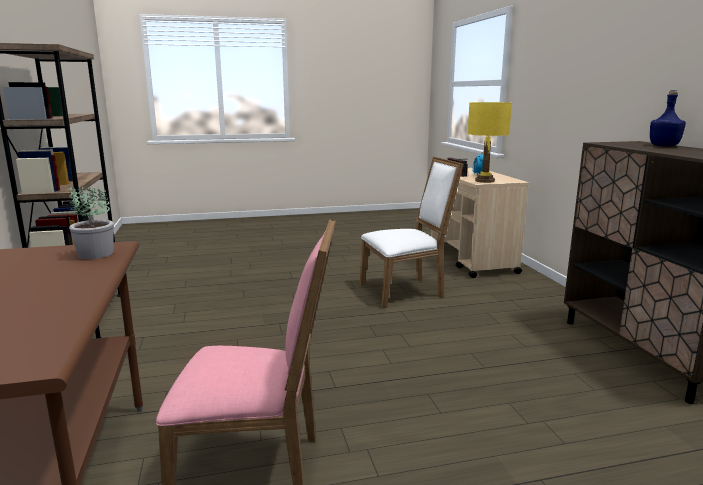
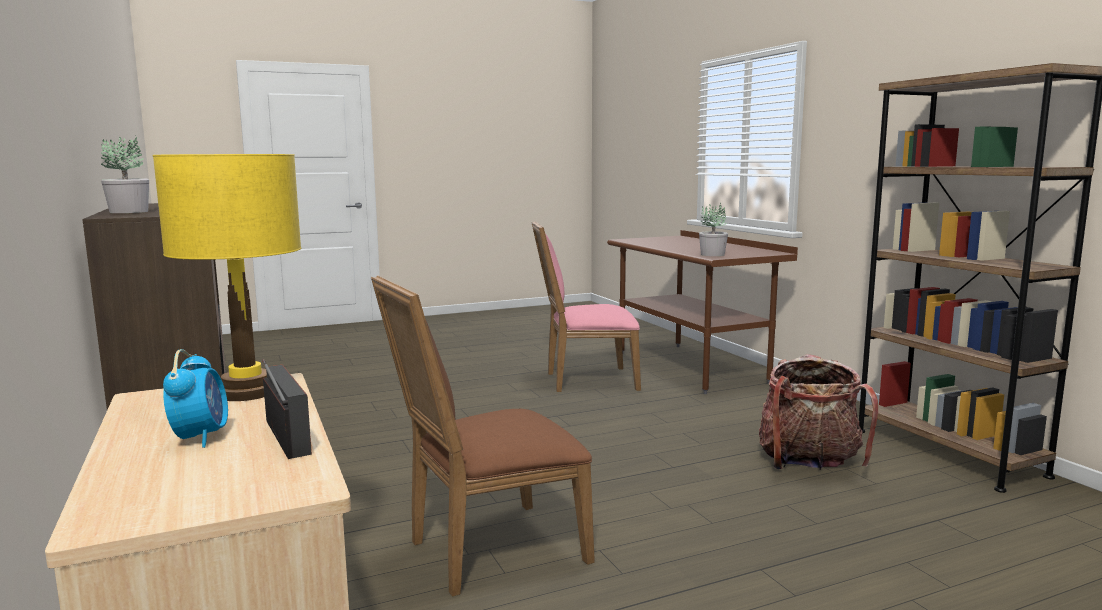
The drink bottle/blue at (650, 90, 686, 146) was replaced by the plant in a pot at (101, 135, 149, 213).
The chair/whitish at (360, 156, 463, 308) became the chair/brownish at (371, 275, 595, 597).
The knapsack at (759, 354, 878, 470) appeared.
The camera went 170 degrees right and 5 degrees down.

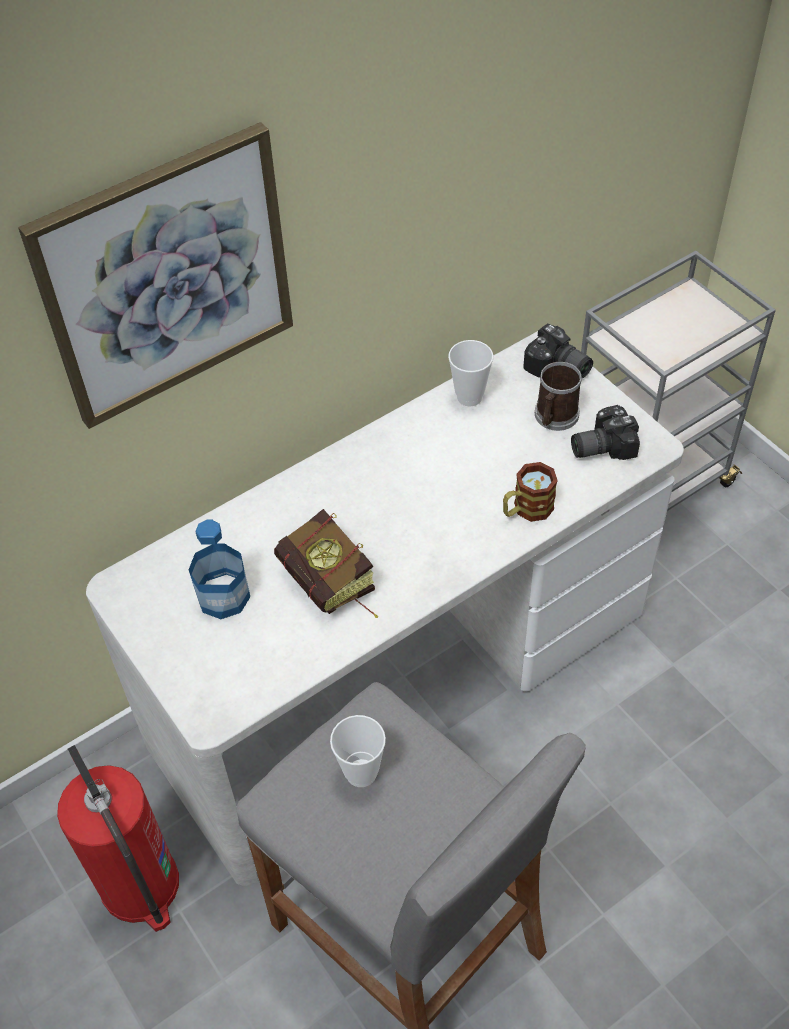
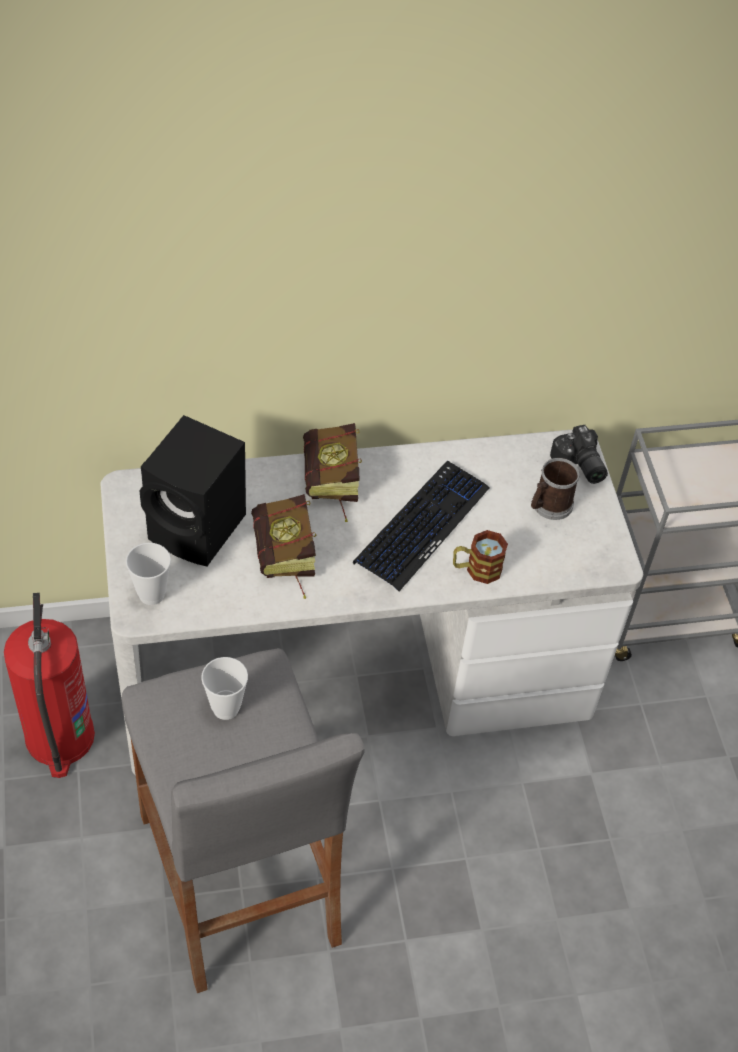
The picture at (18, 122, 293, 429) disappeared.
The small cup moved from (448, 340, 493, 407) to (126, 543, 171, 605).
The photo camera at (571, 405, 640, 460) disappeared.
The drink bottle at (189, 520, 250, 619) was replaced by the speaker/blackish at (139, 415, 246, 567).
The volume at (303, 423, 362, 522) appeared.
The keyboard at (353, 461, 490, 591) appeared.
The camera went 20 degrees right and 0 degrees up.

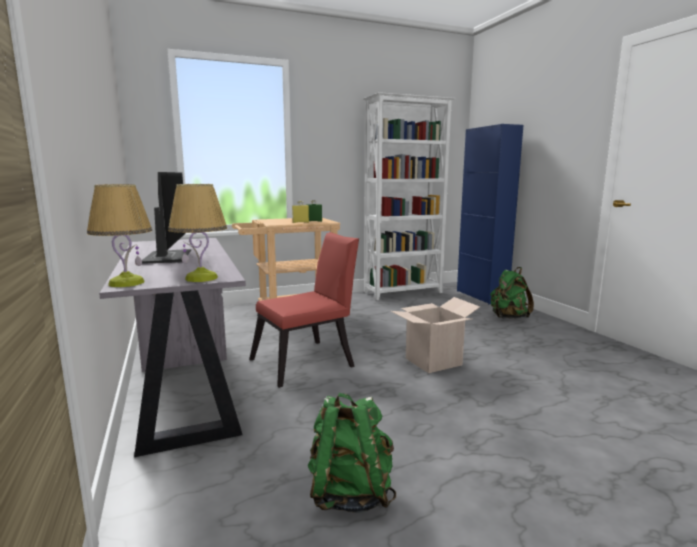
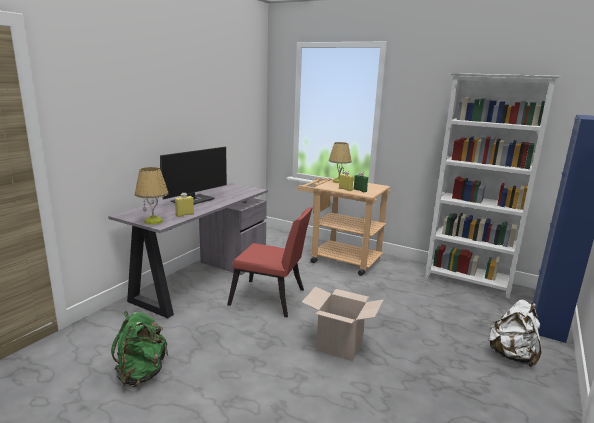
The lamp for a table moved from (87, 184, 153, 287) to (329, 142, 352, 183).
The knapsack/green at (490, 267, 534, 319) became the knapsack/whitish at (487, 299, 541, 367).
The drink bottle/yellow at (175, 193, 194, 217) appeared.
The camera went 50 degrees right and 5 degrees up.

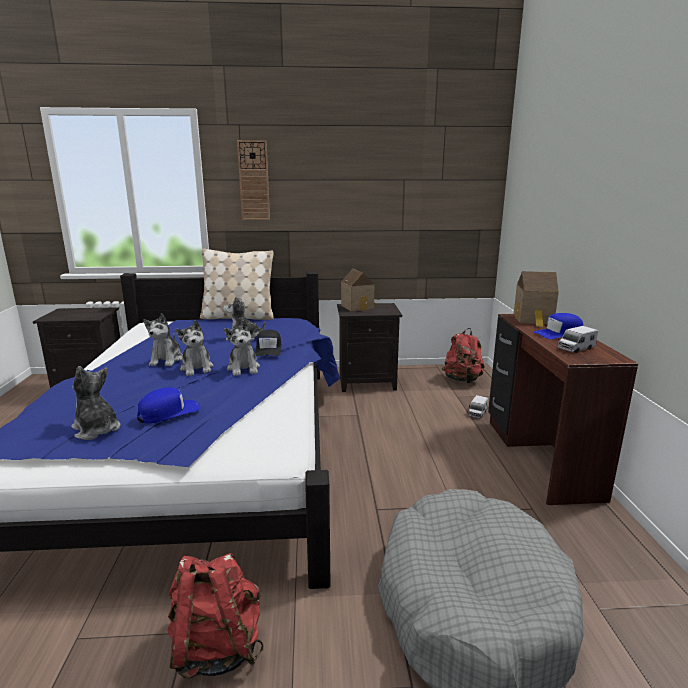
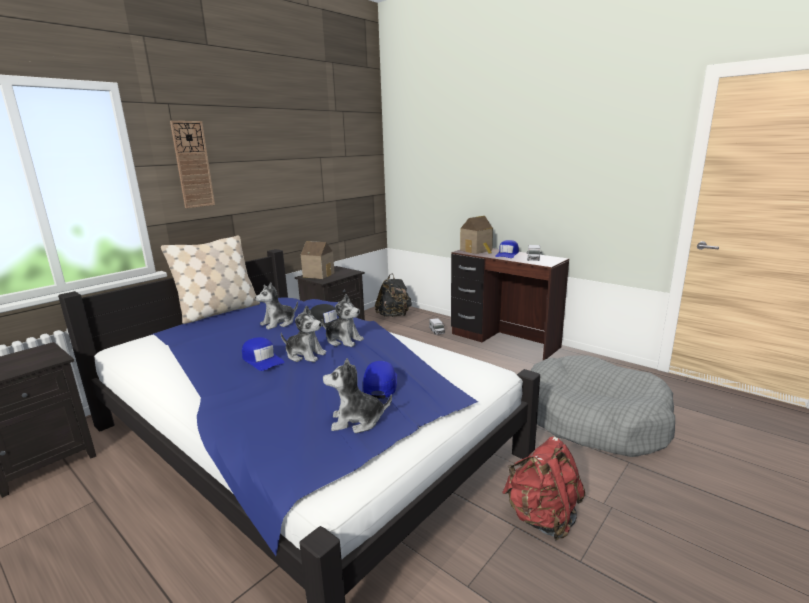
The soft toy at (144, 313, 183, 366) was replaced by the peaked cap/blue at (242, 337, 285, 371).
The knapsack/red-coloured at (442, 328, 485, 383) became the knapsack/blackish at (375, 274, 412, 317).
The camera went 45 degrees left and 0 degrees up.

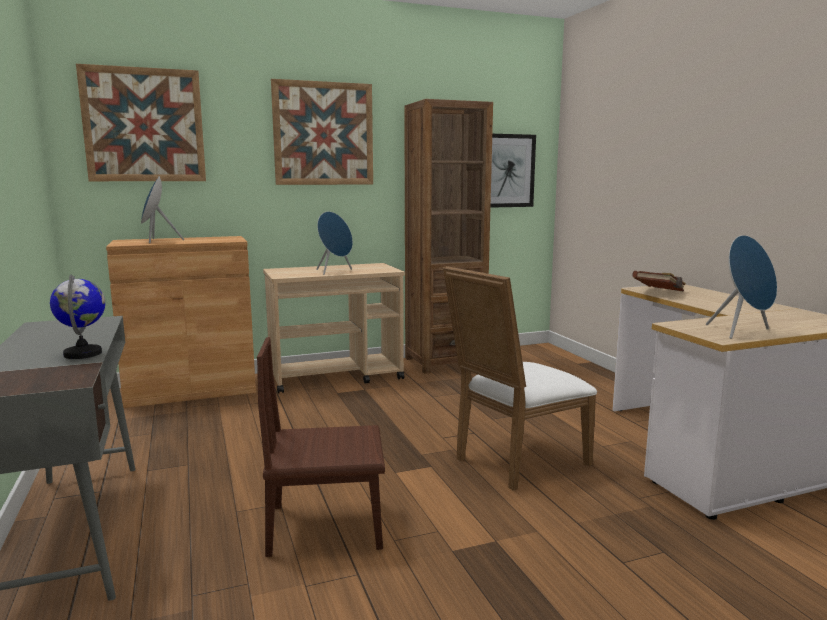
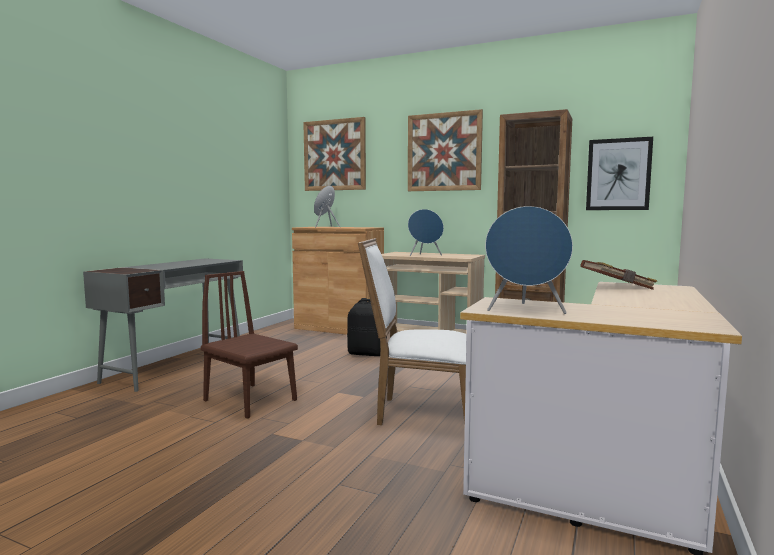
The globe at (50, 274, 105, 359) disappeared.
The knapsack/blackish at (347, 298, 387, 356) appeared.
The camera went 45 degrees right and 5 degrees down.

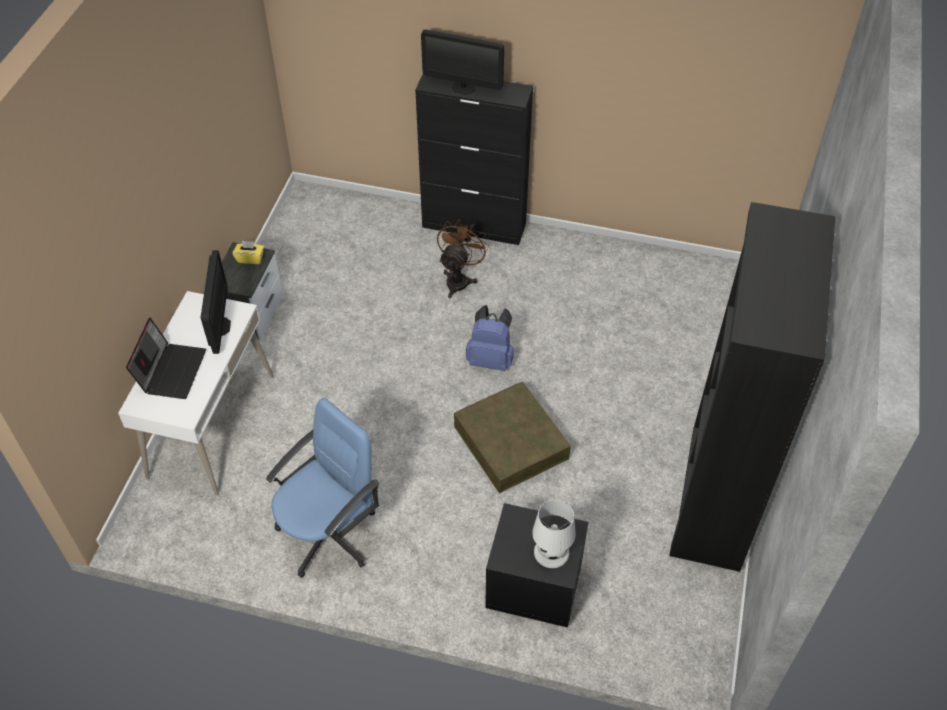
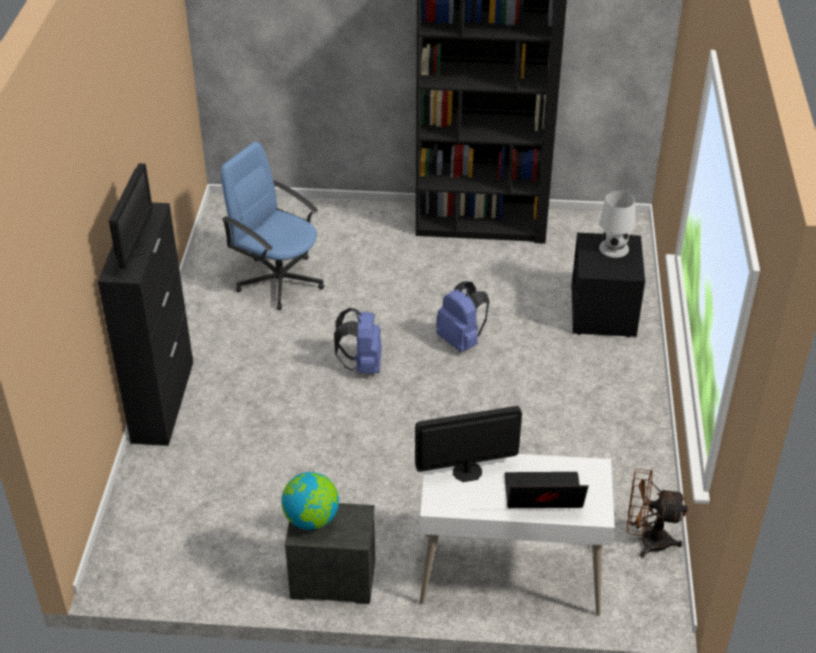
The fan/brownish moved from (437, 219, 489, 298) to (627, 469, 688, 558).
The tissue box/yellow at (233, 241, 264, 264) was replaced by the globe at (282, 472, 339, 530).
The storage container/brownish at (454, 382, 571, 493) was replaced by the knapsack/blue at (436, 281, 490, 352).
The desk chair/blue moved from (266, 398, 379, 578) to (221, 142, 324, 310).
The camera went 100 degrees left and 10 degrees down.

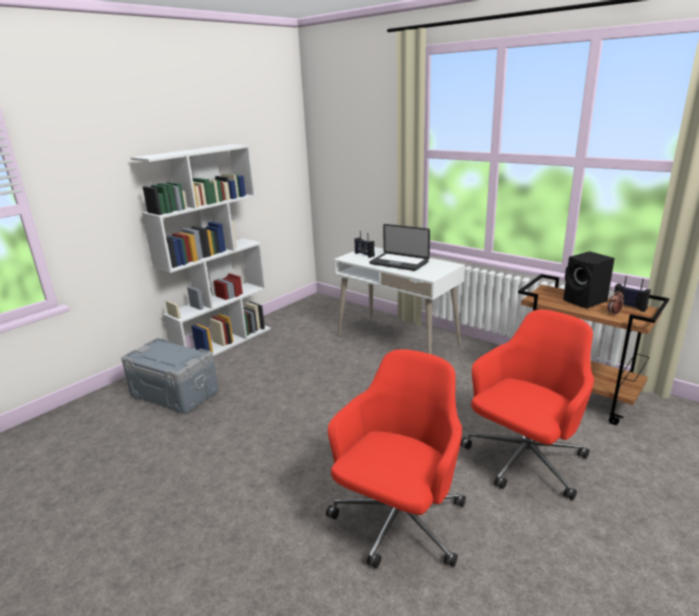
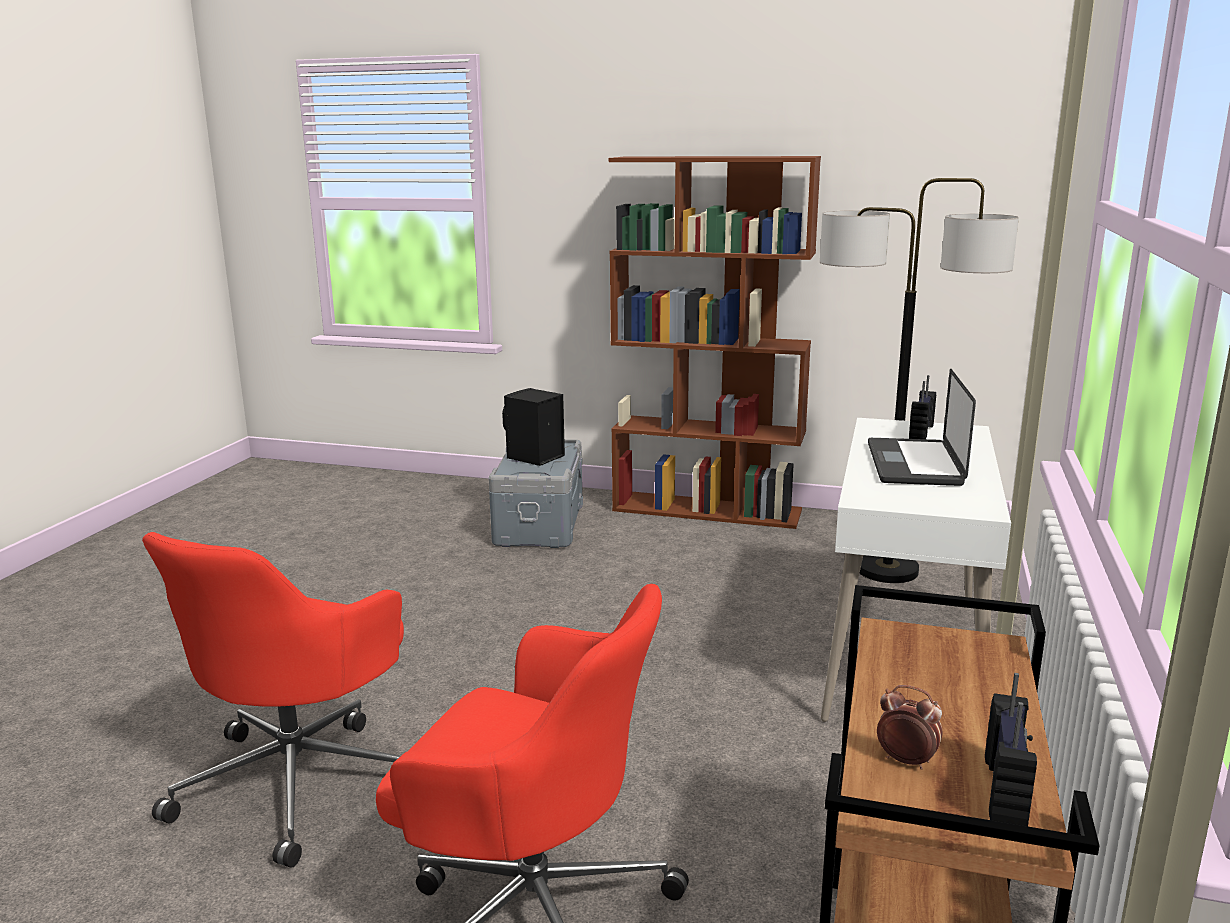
The bookcase/whitish at (131, 144, 271, 356) became the bookcase/brownish at (609, 156, 821, 529).
The speaker/blackish moved from (563, 251, 615, 308) to (502, 388, 565, 466).
The desk chair/red-coloured at (326, 349, 466, 568) turned 105 degrees clockwise.
The standard lamp at (820, 178, 1019, 583) appeared.
The camera went 65 degrees right and 5 degrees down.

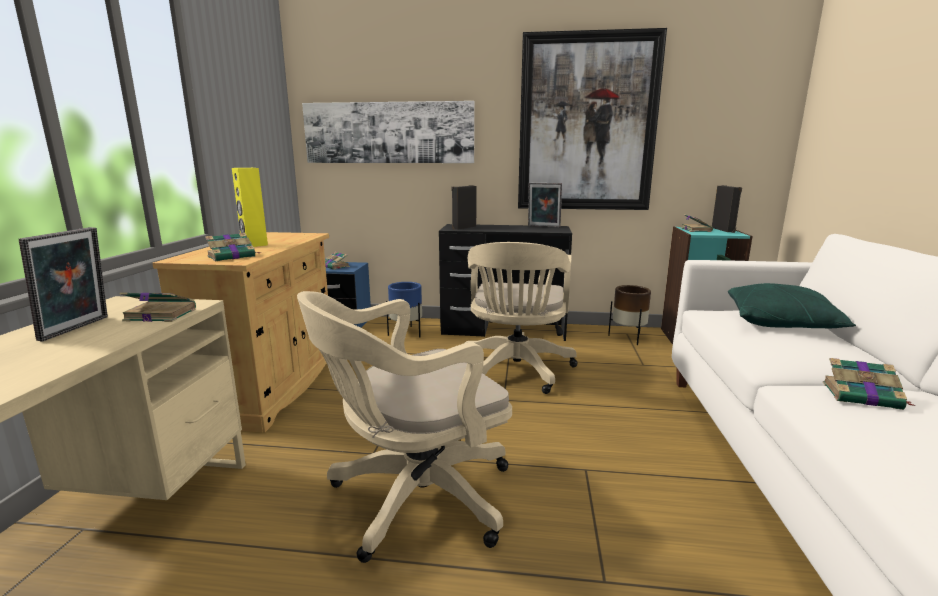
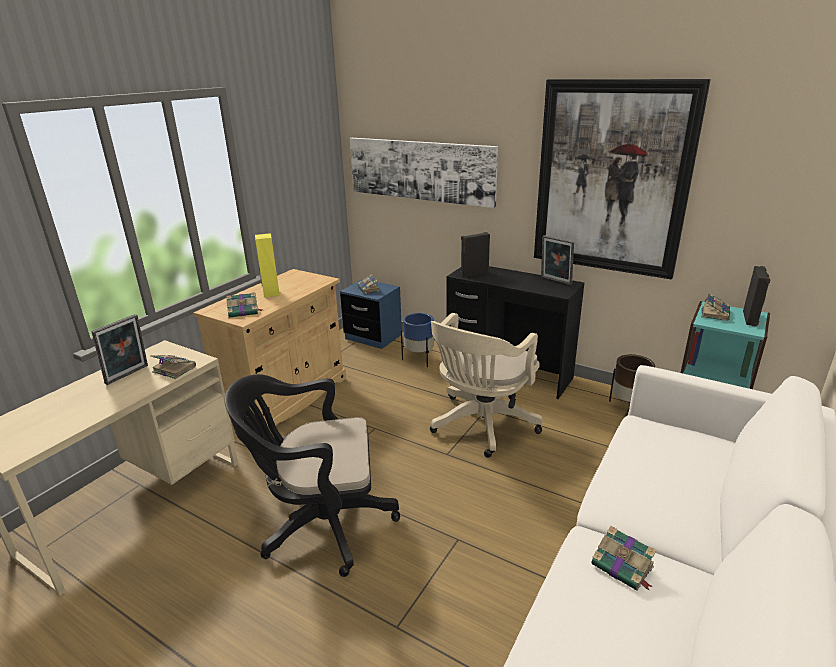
The cushion/green at (728, 283, 856, 328) disappeared.
The desk chair/beige at (297, 291, 512, 563) became the desk chair/blackish at (225, 374, 400, 577).
The camera went 25 degrees right and 10 degrees up.

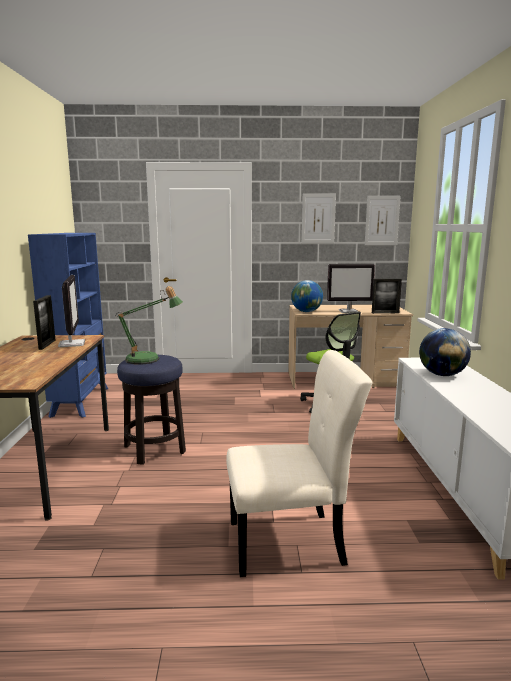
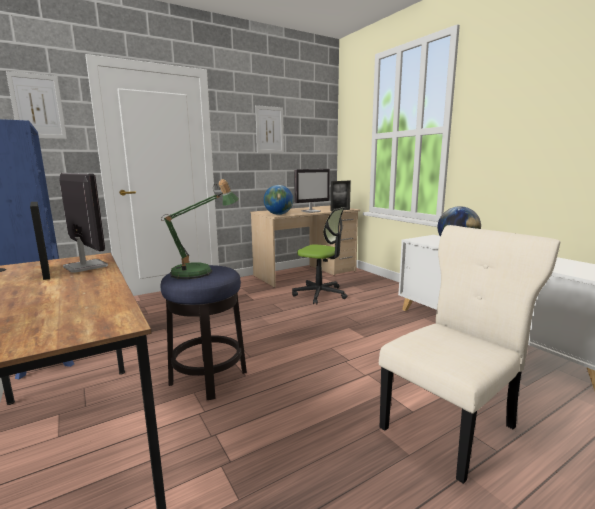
The picture moved from (365, 196, 401, 245) to (6, 71, 67, 139).
The camera went 30 degrees left and 0 degrees up.

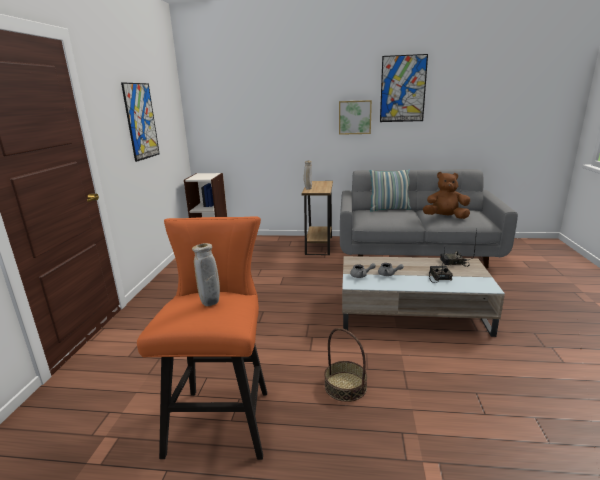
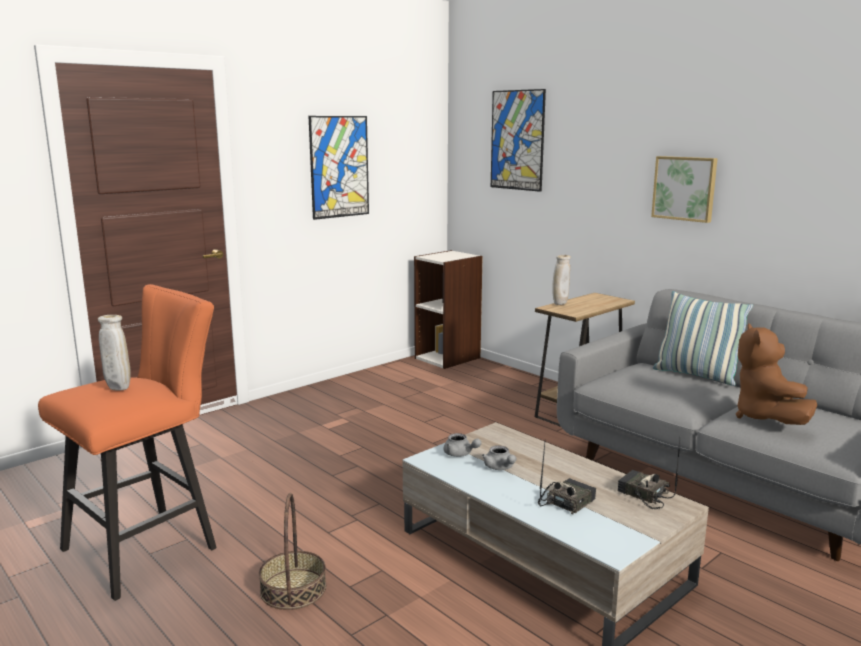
The picture moved from (380, 54, 428, 122) to (491, 89, 546, 192).
The soft toy/brownish at (423, 172, 470, 219) turned 135 degrees counterclockwise.
The camera went 40 degrees right and 5 degrees down.

